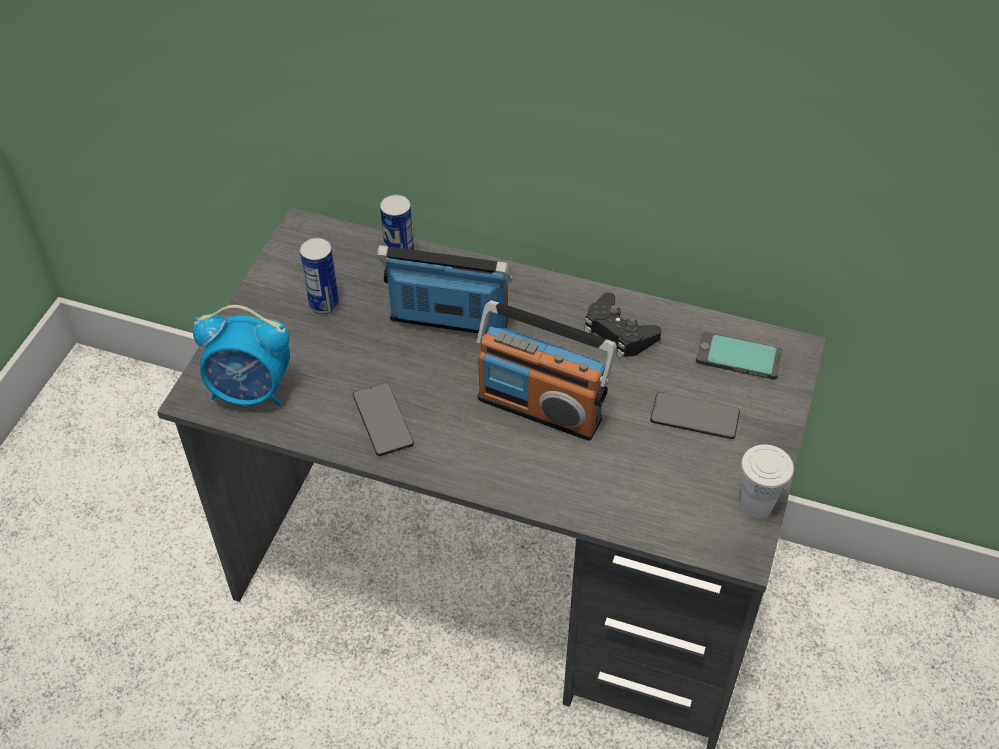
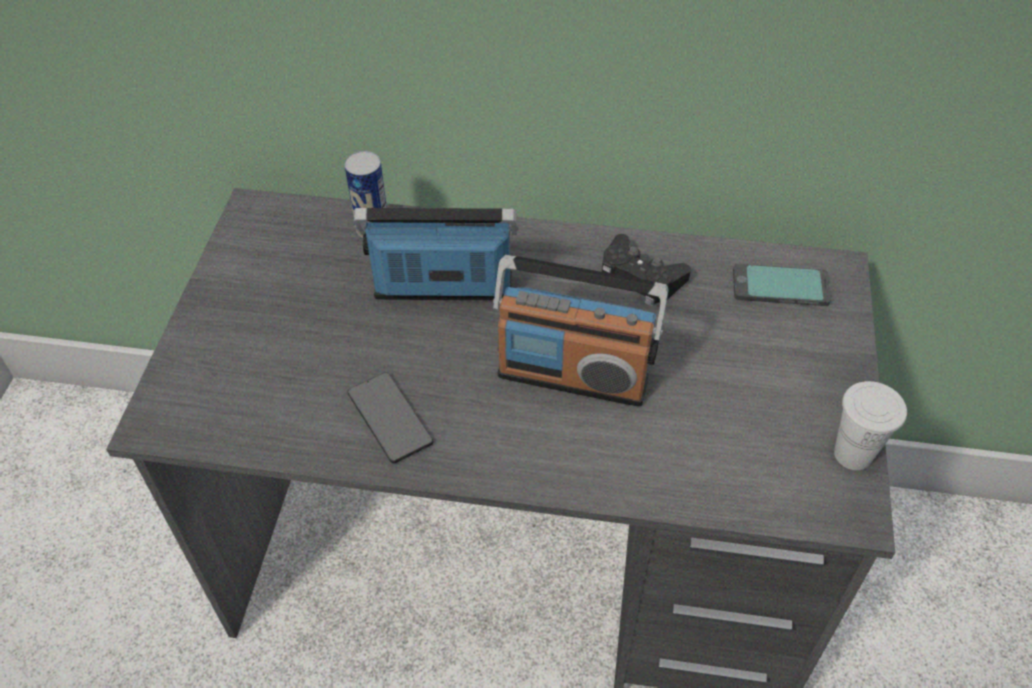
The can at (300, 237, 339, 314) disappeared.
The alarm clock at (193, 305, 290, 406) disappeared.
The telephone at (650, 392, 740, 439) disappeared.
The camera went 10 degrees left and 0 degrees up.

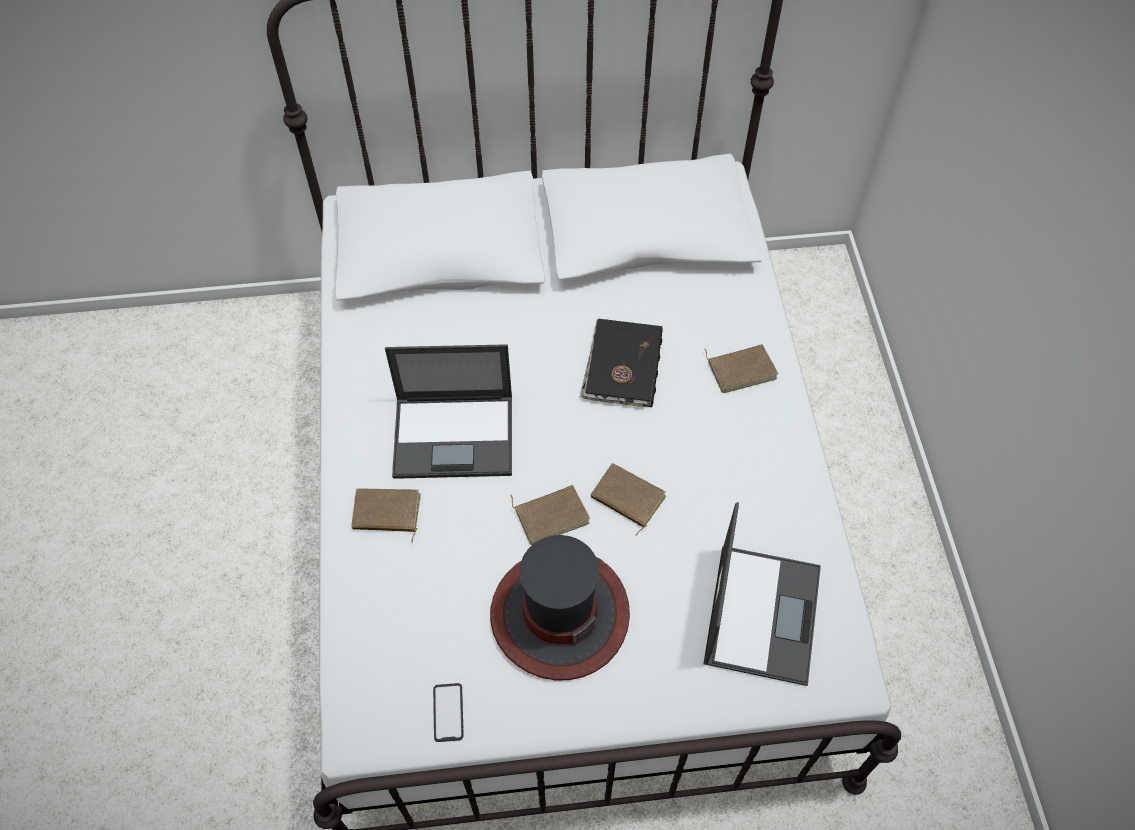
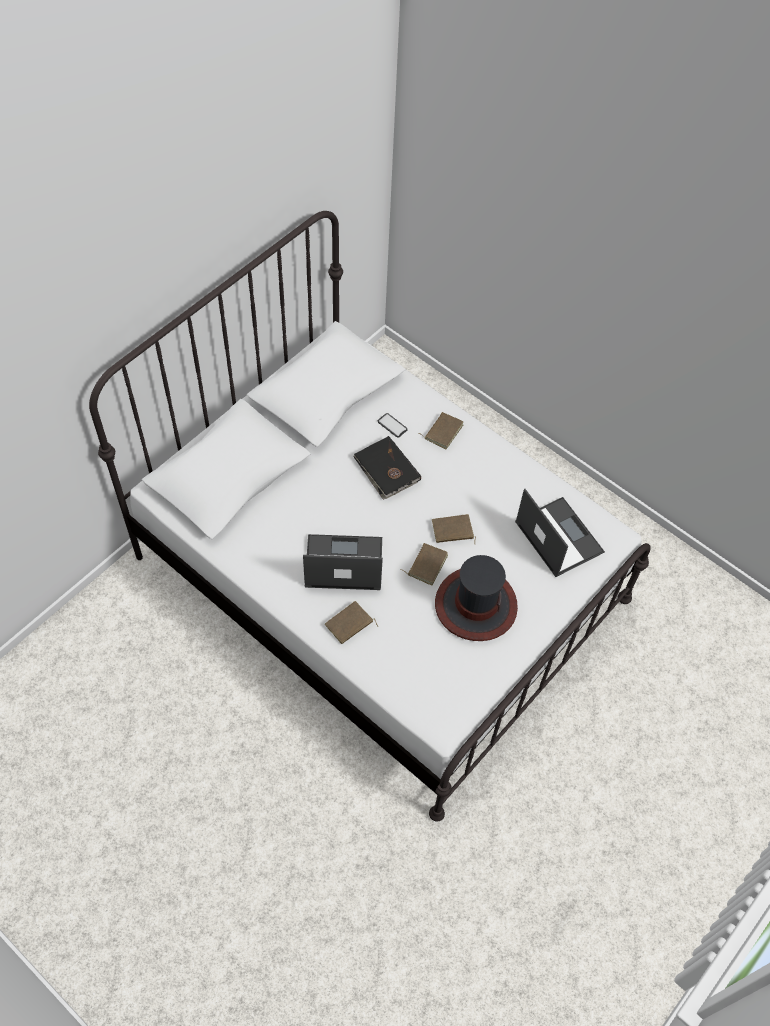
The portable computer at (385, 344, 512, 479) turned 135 degrees counterclockwise.
The telephone moved from (433, 683, 464, 742) to (378, 413, 408, 438).
The camera went 45 degrees left and 0 degrees up.

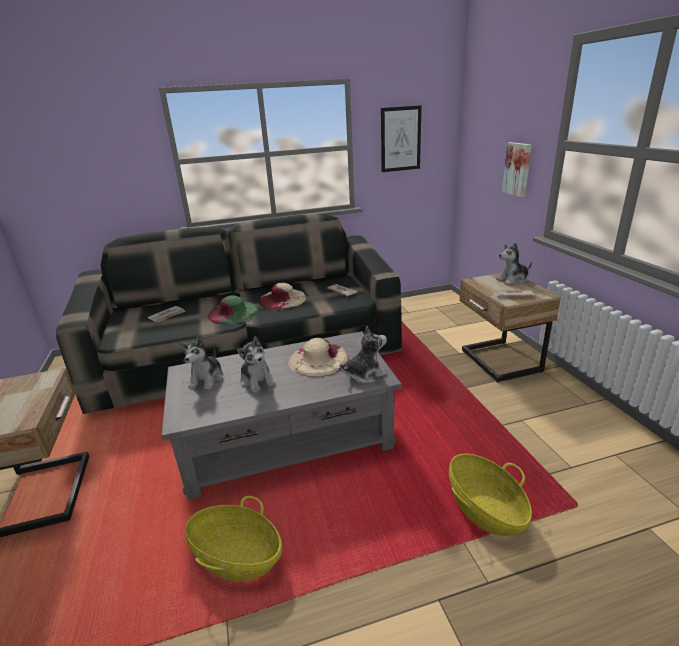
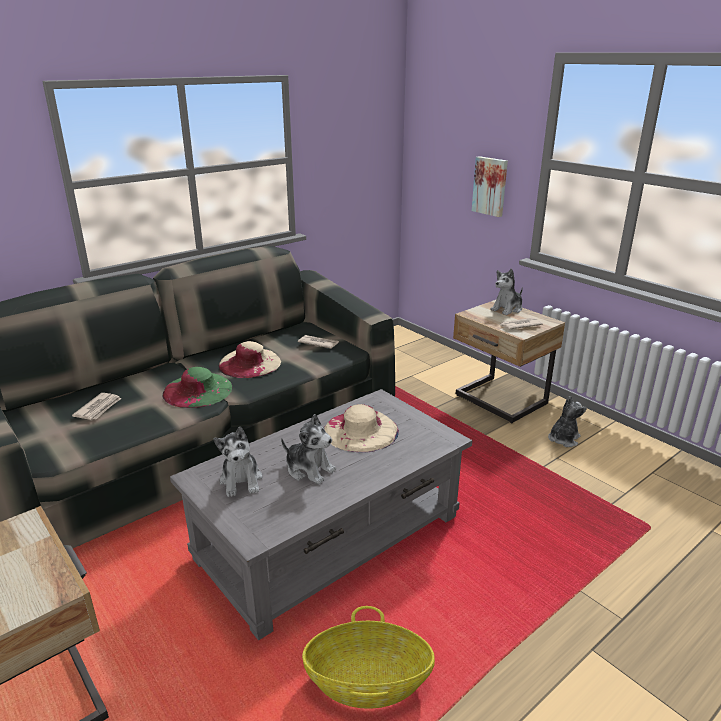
The picture at (381, 105, 422, 172) disappeared.
The soft toy moved from (340, 326, 387, 383) to (548, 396, 587, 447).
The storage basket at (449, 454, 532, 536) disappeared.
The camera went 25 degrees left and 0 degrees up.

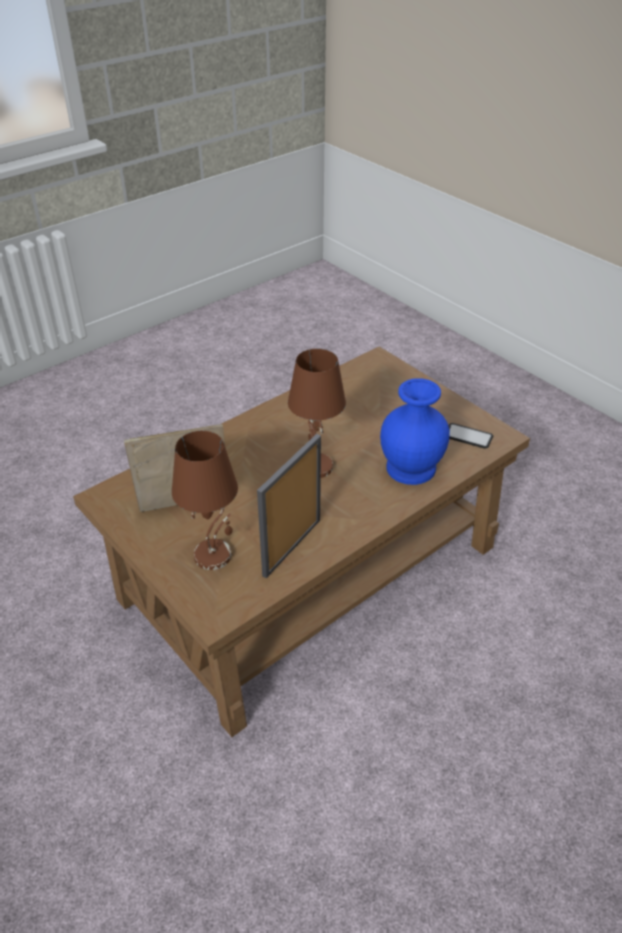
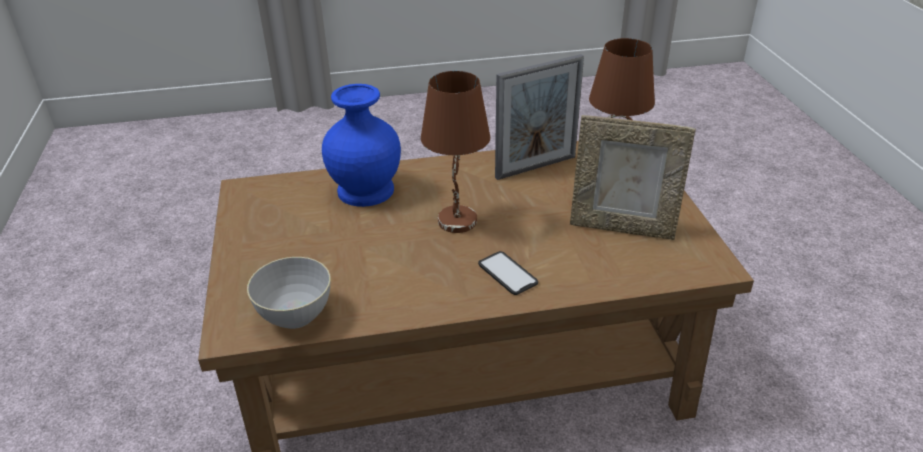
The telephone moved from (449, 423, 493, 448) to (478, 251, 538, 295).
The deep dish/greyish at (247, 257, 331, 329) appeared.
The camera went 150 degrees left and 5 degrees down.

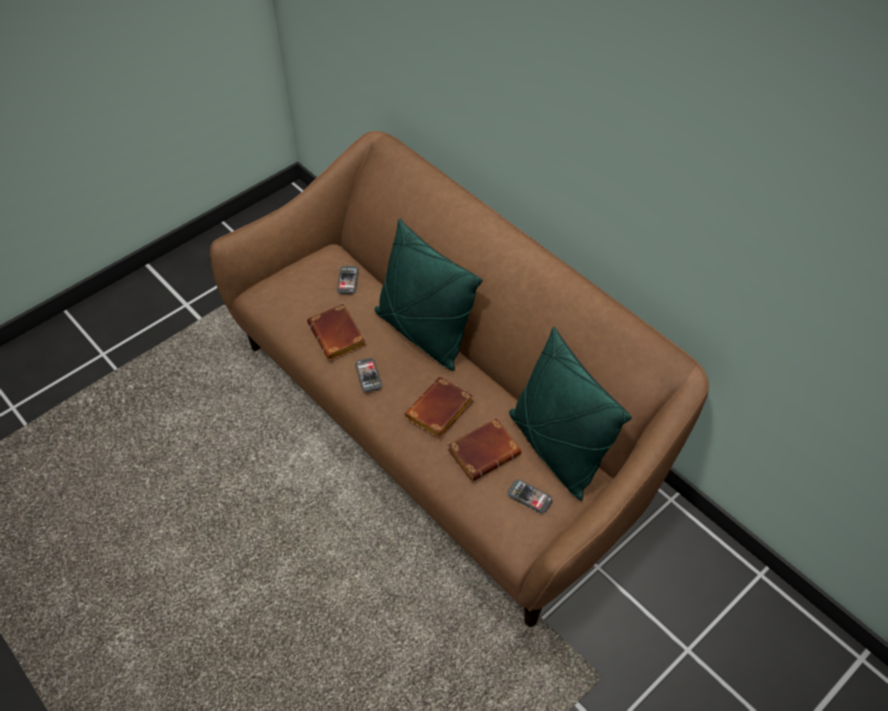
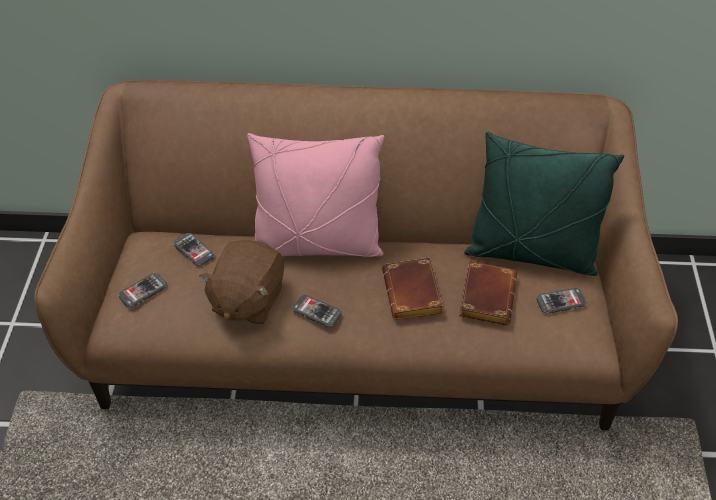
The cushion/green at (374, 219, 483, 371) became the cushion/pink at (247, 133, 384, 257).
The volume/brownish at (307, 303, 366, 360) was replaced by the soft toy/brownish at (199, 240, 284, 325).
The telephone at (119, 273, 167, 308) appeared.
The camera went 45 degrees left and 5 degrees down.

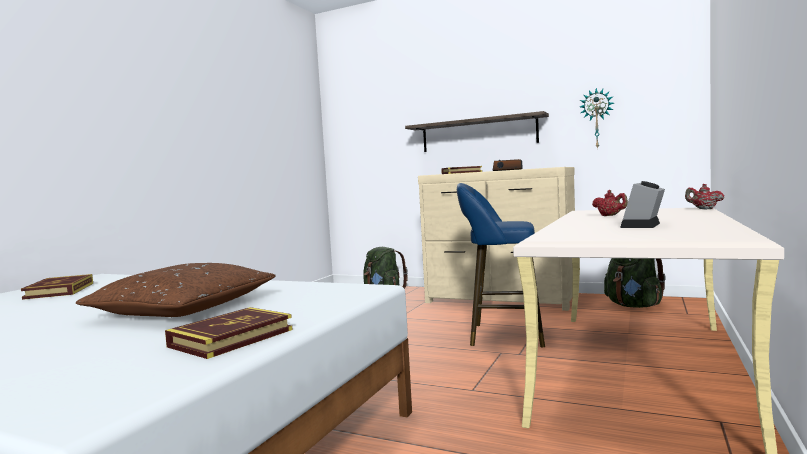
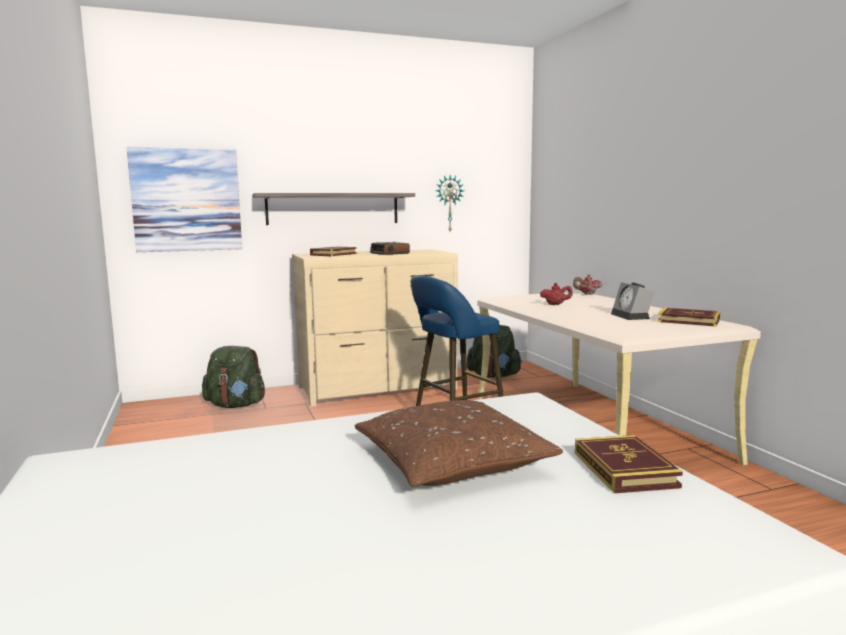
The volume moved from (21, 274, 93, 300) to (658, 308, 720, 327).
The picture at (127, 147, 242, 252) appeared.
The camera went 45 degrees left and 5 degrees up.

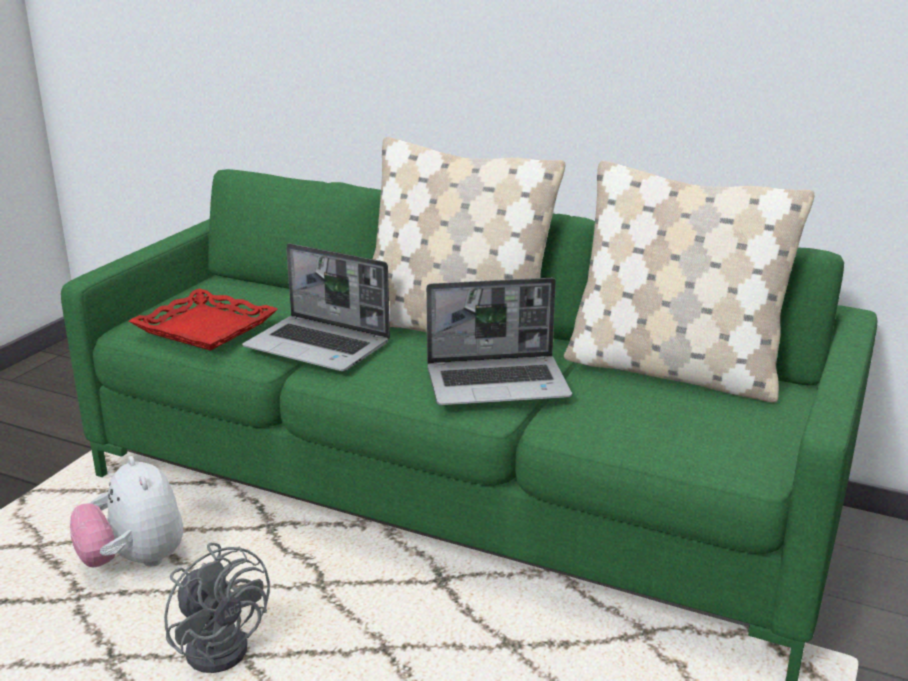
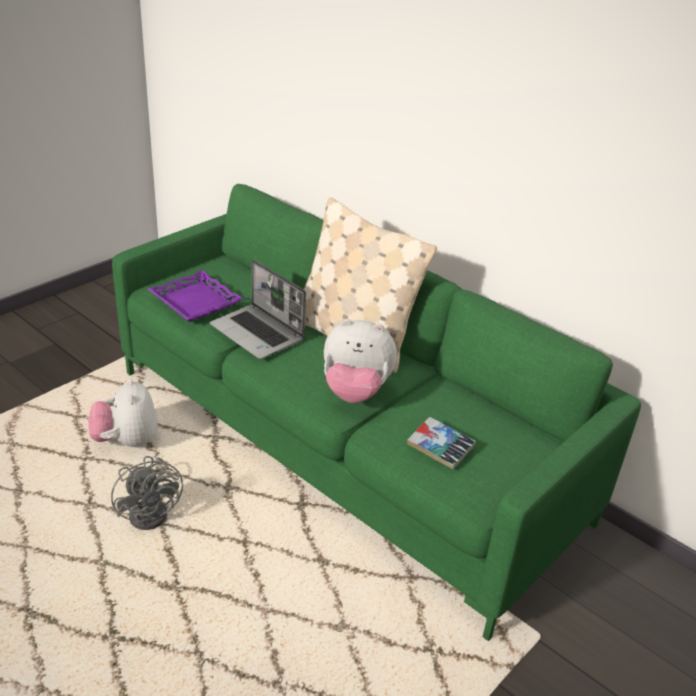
The cushion/beige at (564, 161, 815, 403) disappeared.
The portable computer at (426, 278, 572, 405) was replaced by the soft toy at (324, 319, 397, 403).
The tray/red-coloured at (129, 289, 278, 351) became the tray/purple-coloured at (148, 270, 243, 322).
The volume at (407, 417, 476, 469) appeared.
The camera went 15 degrees right and 10 degrees up.

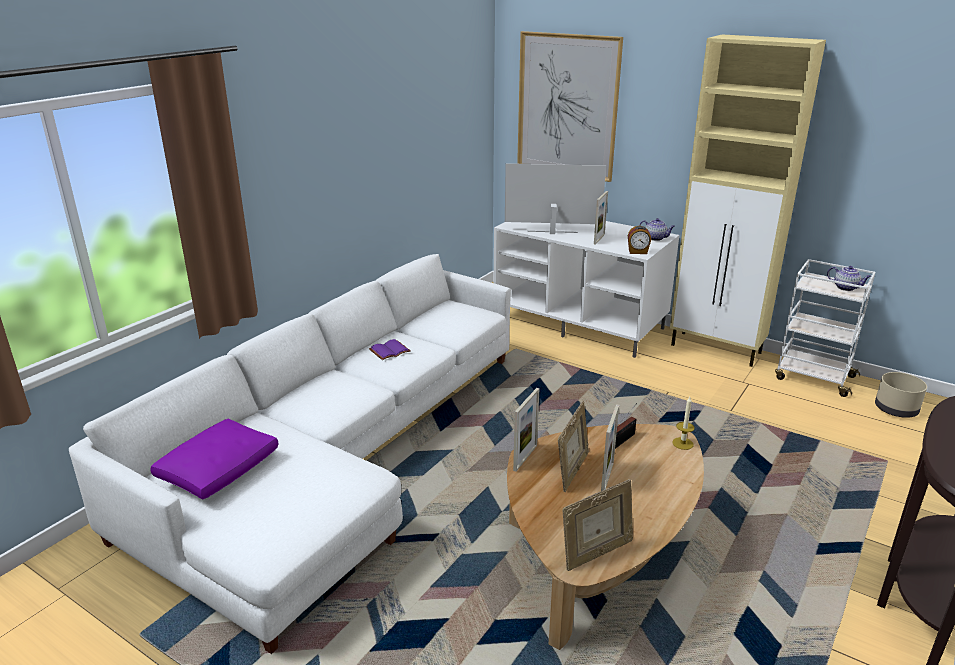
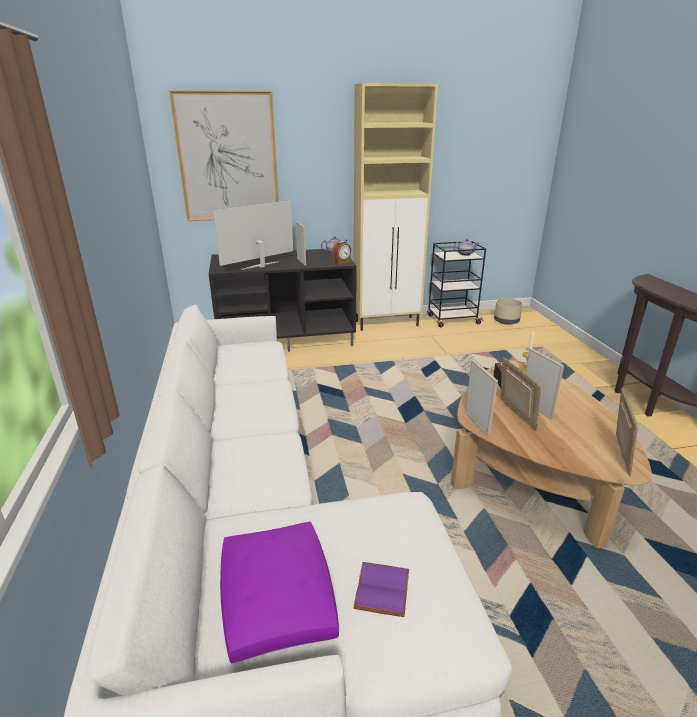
The tv unit/whitish at (494, 221, 679, 358) became the tv unit/blackish at (209, 249, 357, 352).
The cart/whitish at (775, 259, 876, 397) became the cart/blackish at (427, 241, 486, 327).
The volume/purple-coloured moved from (369, 339, 411, 360) to (354, 562, 409, 617).
The camera went 45 degrees left and 0 degrees up.

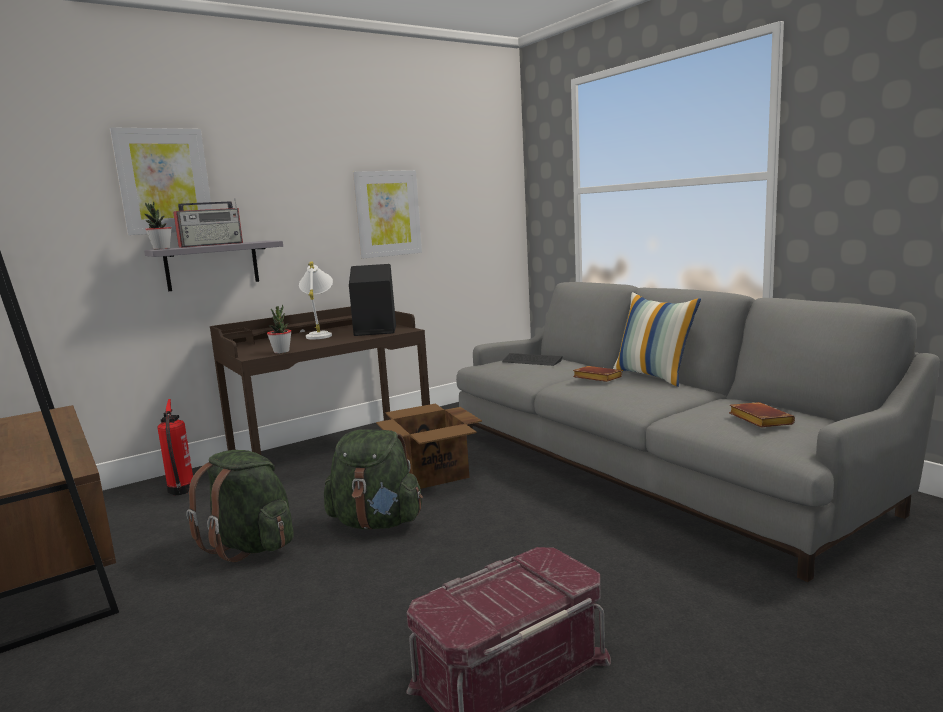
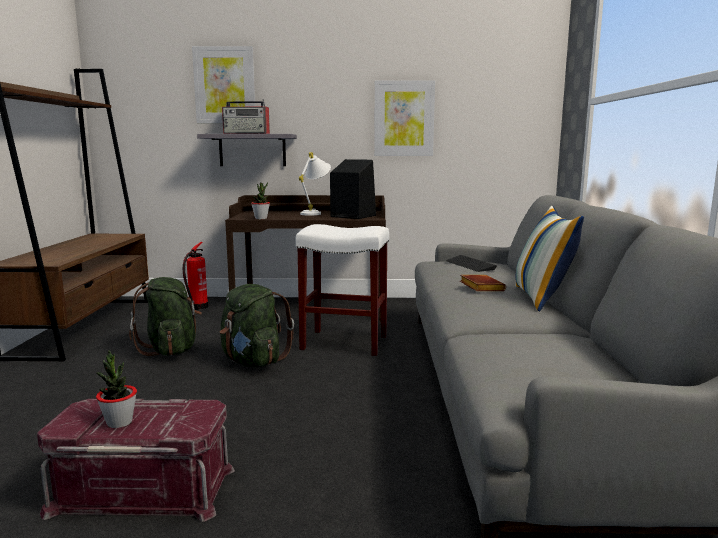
The plant in a pot moved from (145, 202, 171, 250) to (96, 350, 137, 428).
The volume/brownish at (729, 402, 795, 427) disappeared.
The cardboard box at (376, 404, 482, 489) was replaced by the sitting stool/whitish at (295, 224, 389, 356).
The camera went 35 degrees right and 0 degrees up.

